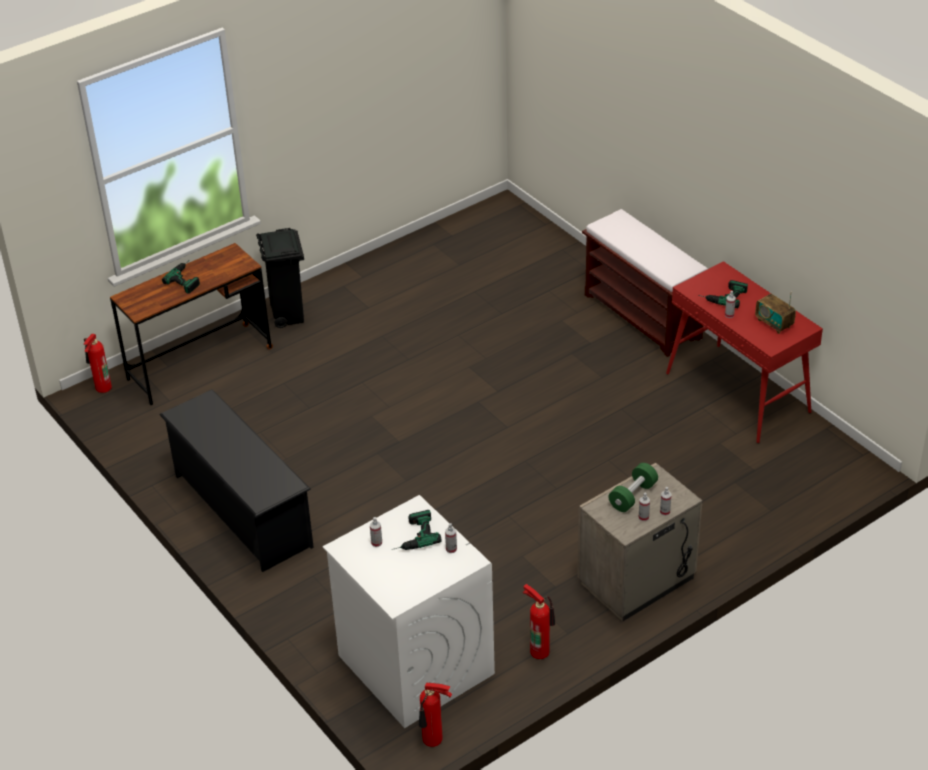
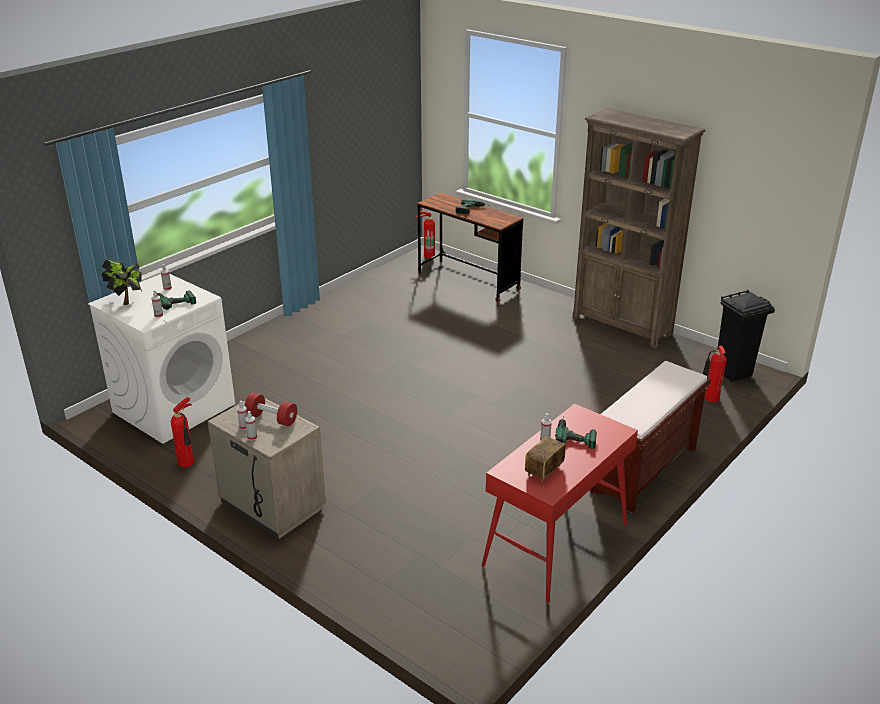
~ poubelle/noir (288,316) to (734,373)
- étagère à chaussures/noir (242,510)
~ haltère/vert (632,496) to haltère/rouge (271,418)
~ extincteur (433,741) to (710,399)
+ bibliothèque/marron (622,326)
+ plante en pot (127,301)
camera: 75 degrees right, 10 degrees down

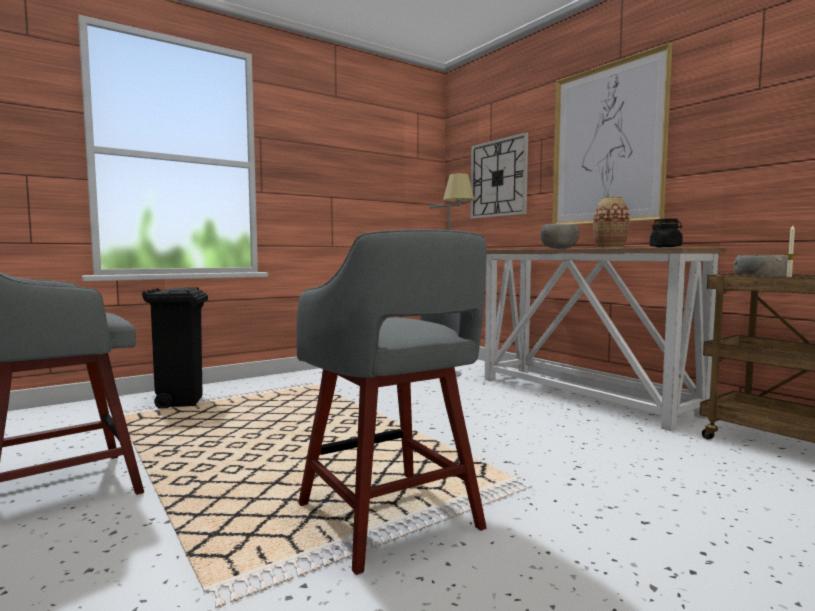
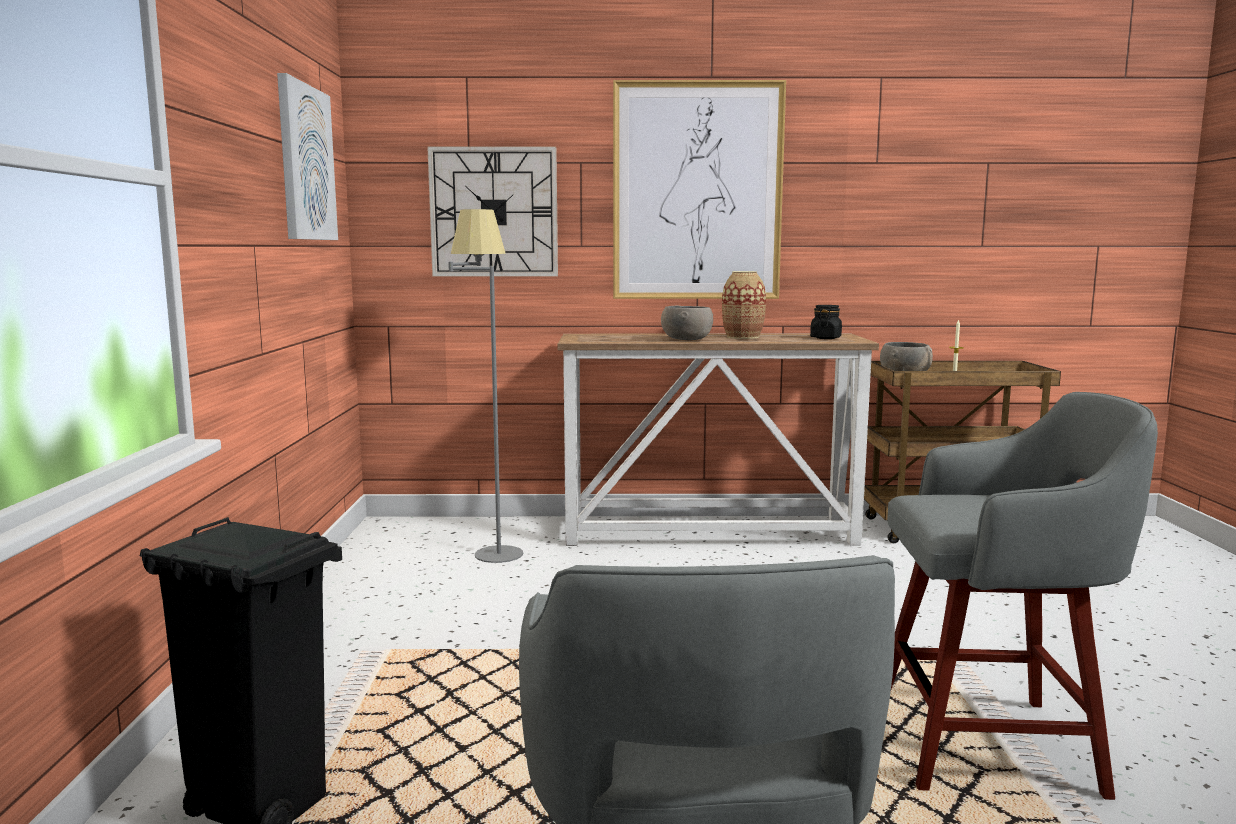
+ tableau (305,163)
camera: 55 degrees left, 5 degrees up

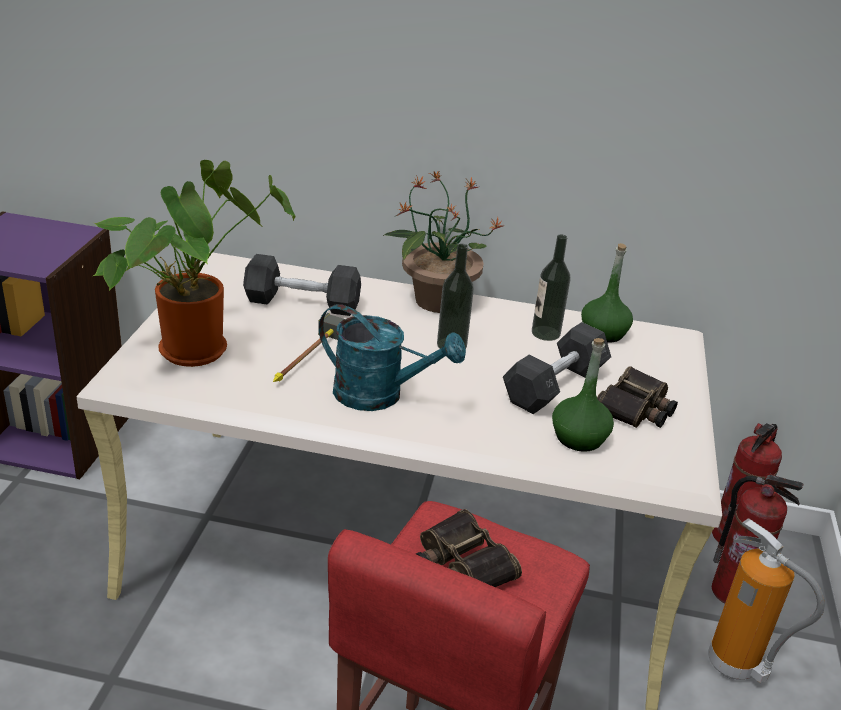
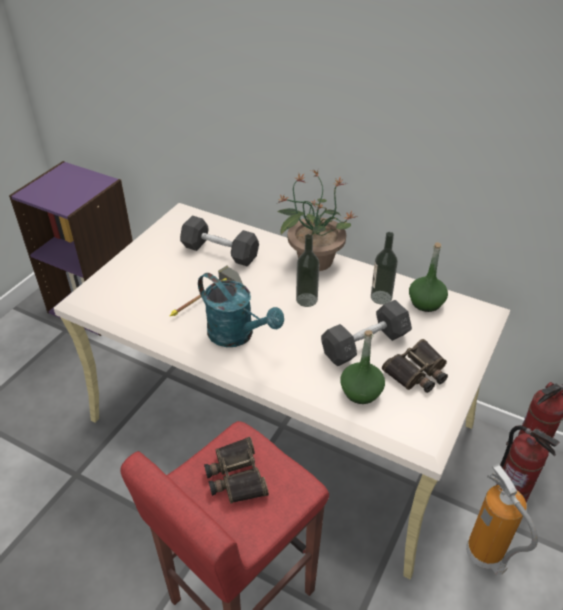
- plante en pot (196,347)
camera: 20 degrees right, 10 degrees up

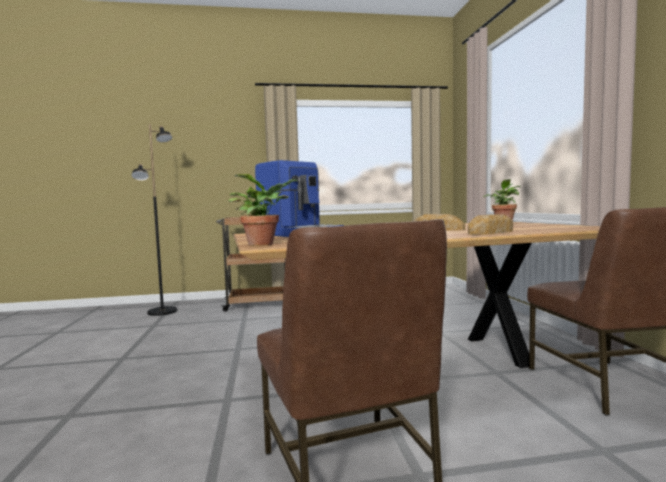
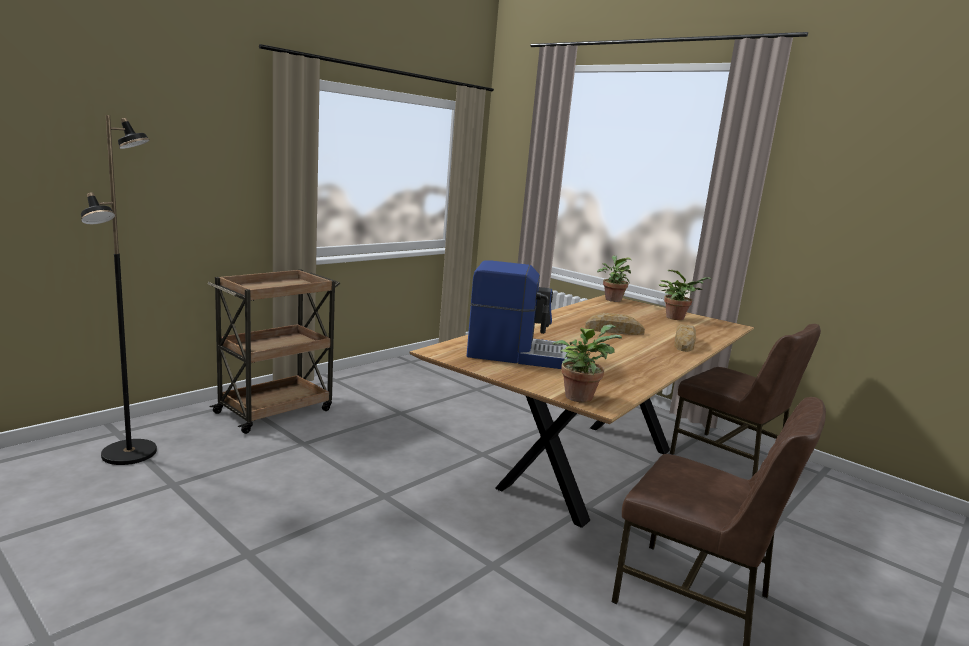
+ plante en pot (677,318)
camera: 40 degrees left, 10 degrees up

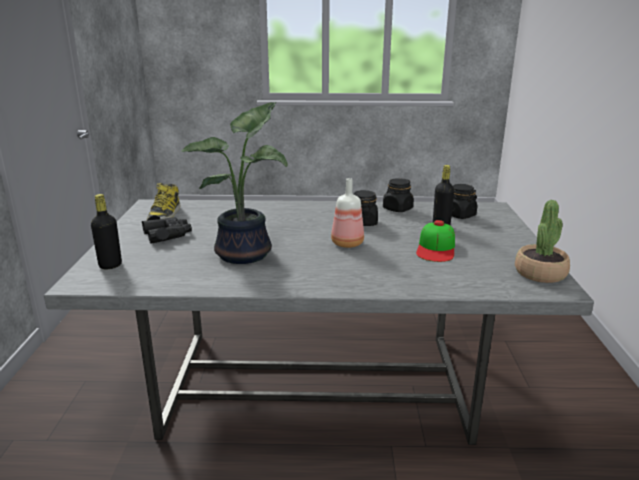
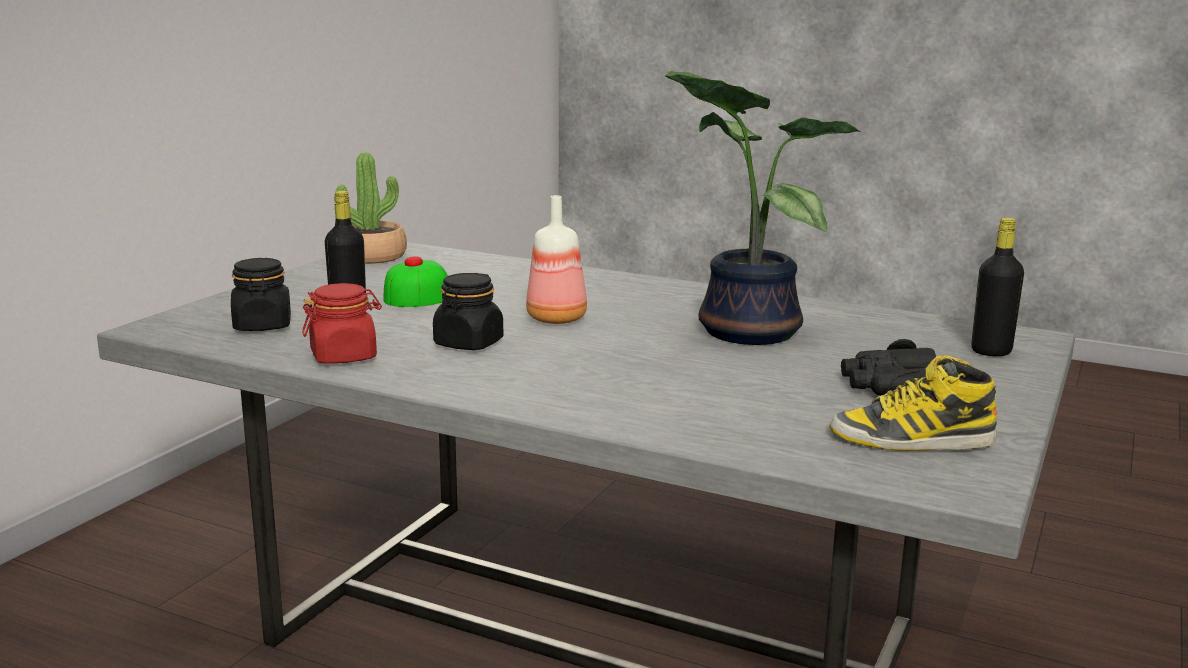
~ bocal/noir (397,209) to bocal/rouge (344,356)
~ botte (165,215) = (912,440) 120 degrees counterclockwise
camera: 155 degrees left, 5 degrees down

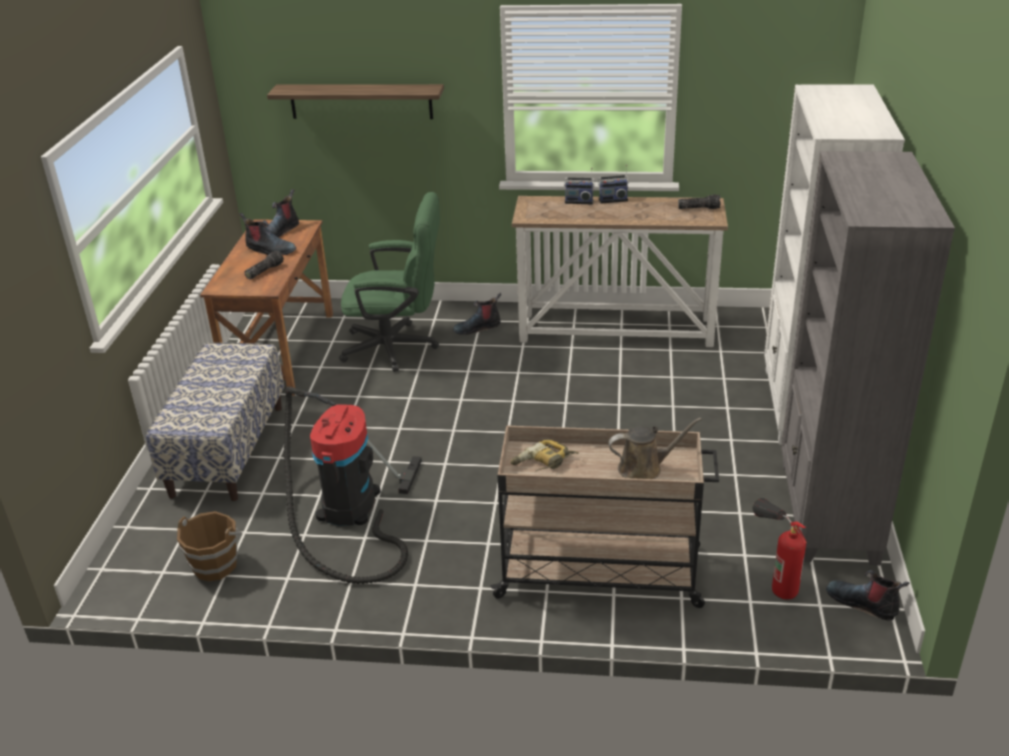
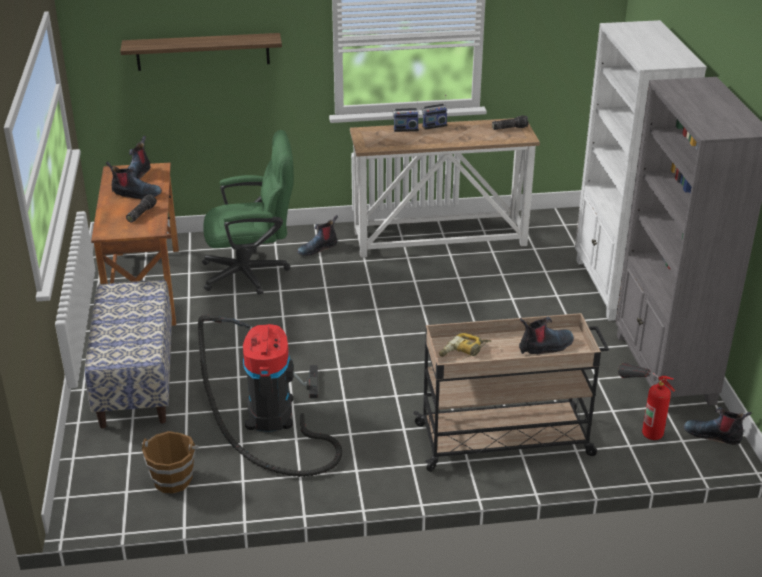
~ arrosoir/marron (644,468) to botte (545,347)
camera: 15 degrees left, 0 degrees up

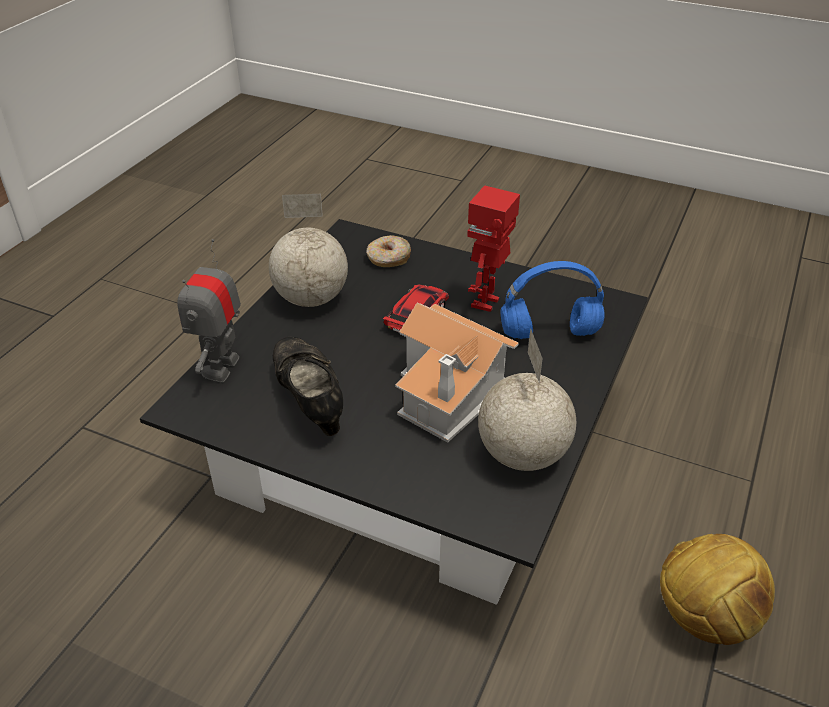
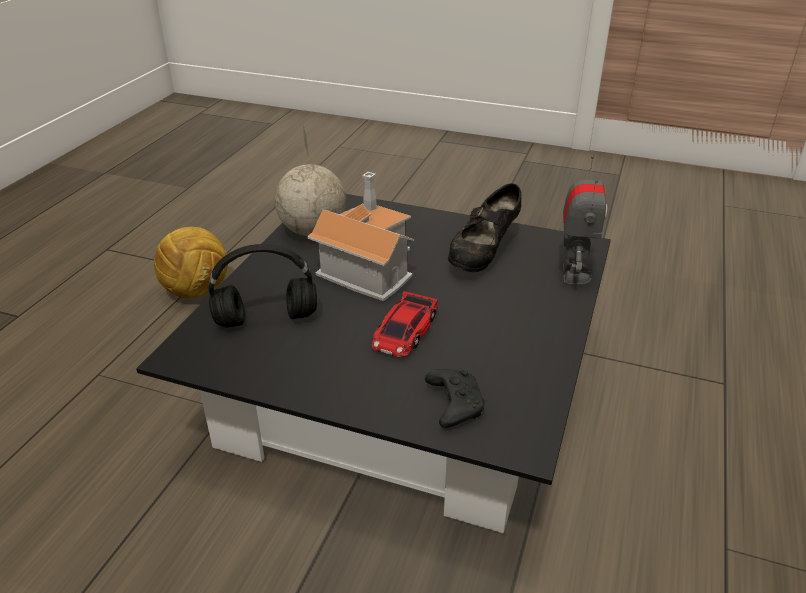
- robot jouet (486,303)
- globe (310,298)
~ beignet (388,258) to manette/noir (453,404)
~ casque audio/bleu (548,334) to casque audio/noir (268,318)
~ chaussure/noir (310,401) = (483,254) 60 degrees clockwise
camera: 175 degrees right, 5 degrees down

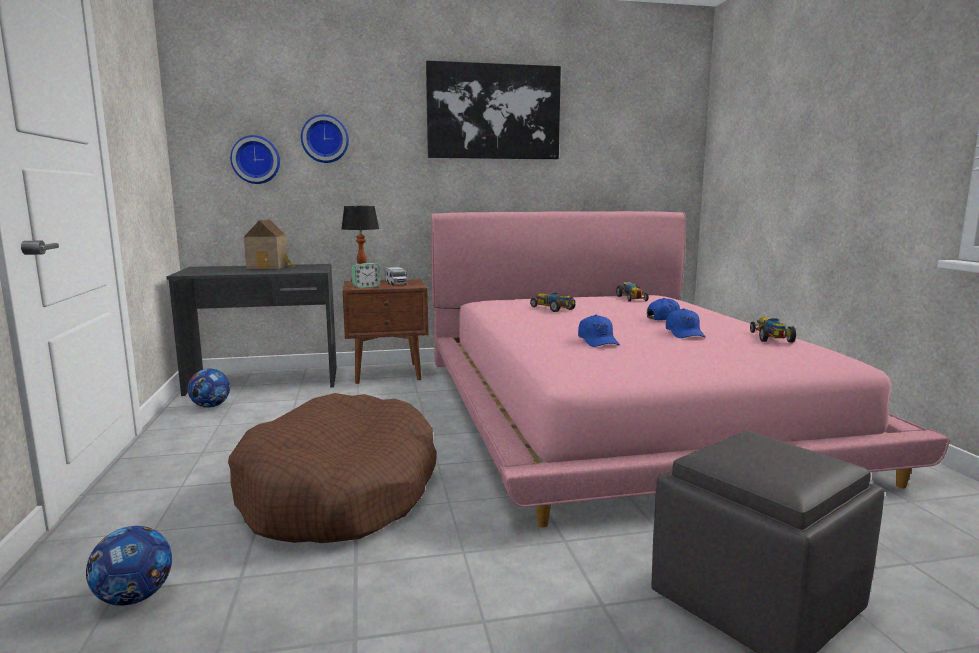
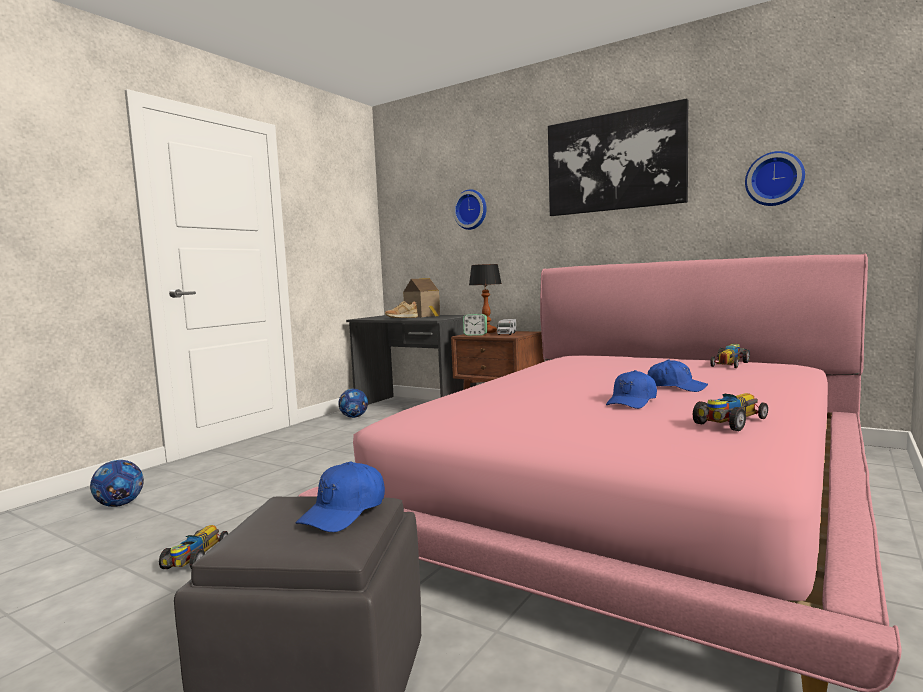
~ horloge murale (256,160) to (774,179)
~ petite voiture (553,308) to (194,558)
~ casquette/bleu (597,341) to (344,512)
- panier pour chien/marron (340,492)
+ chaussure/beige (401,318)
camera: 45 degrees right, 5 degrees down

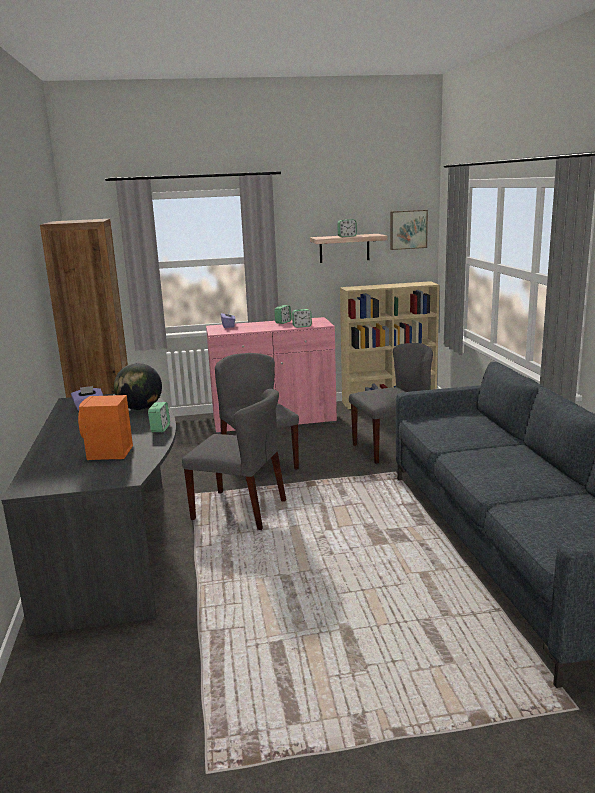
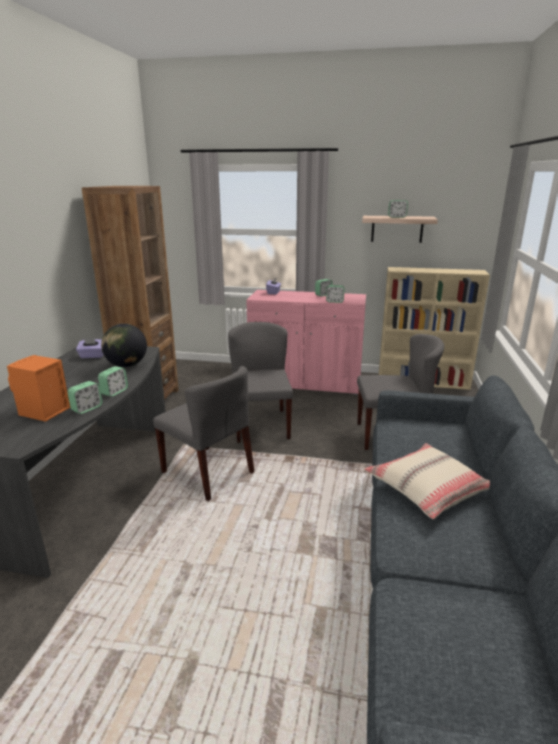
- tableau (408,229)
+ réveil (87,408)
+ coussin/beige (427,489)
camera: 20 degrees right, 5 degrees up

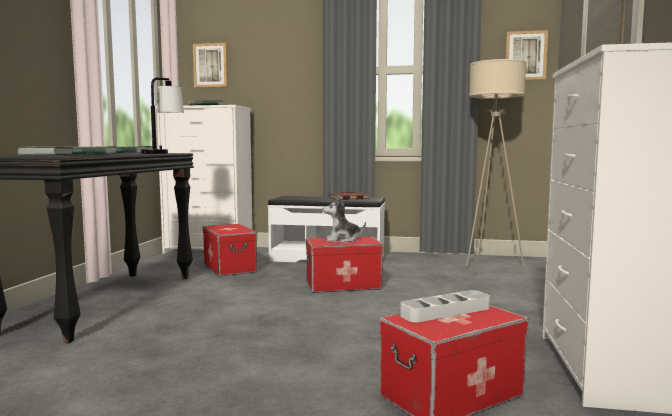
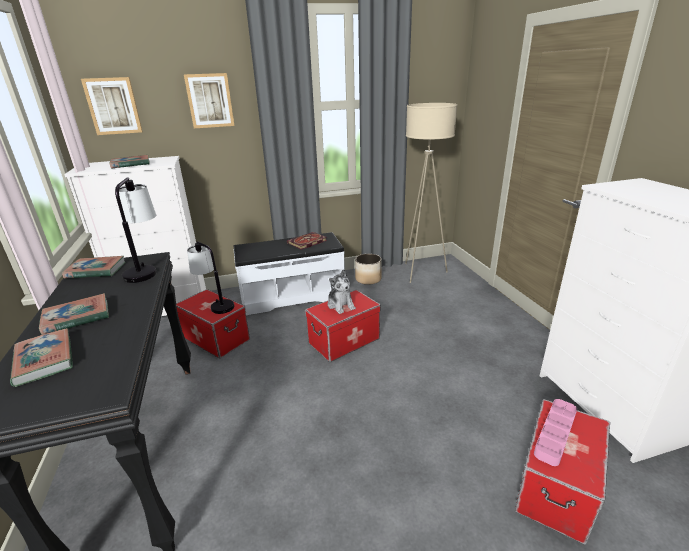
~ tableau (525,56) to (210,100)
~ peluche (342,240) = (341,305) 90 degrees counterclockwise
~ plateau/gris (445,311) to plateau/rose (555,434)
+ lampe de table (215,305)
+ cache-pot (368,279)
camera: 25 degrees left, 20 degrees up

